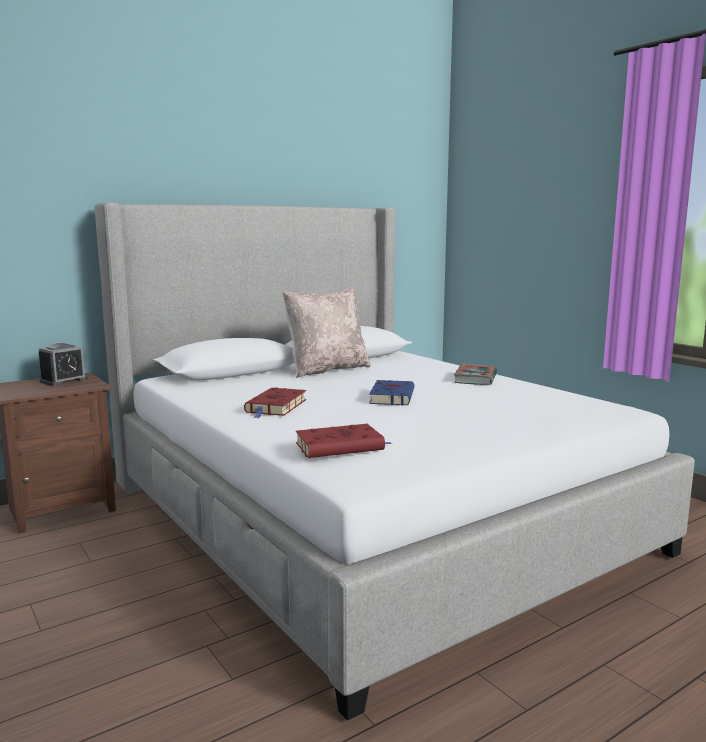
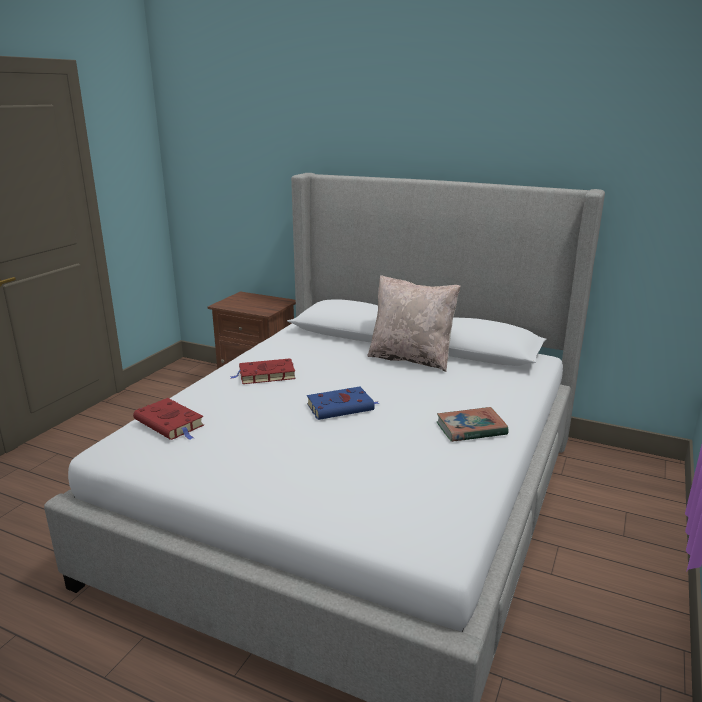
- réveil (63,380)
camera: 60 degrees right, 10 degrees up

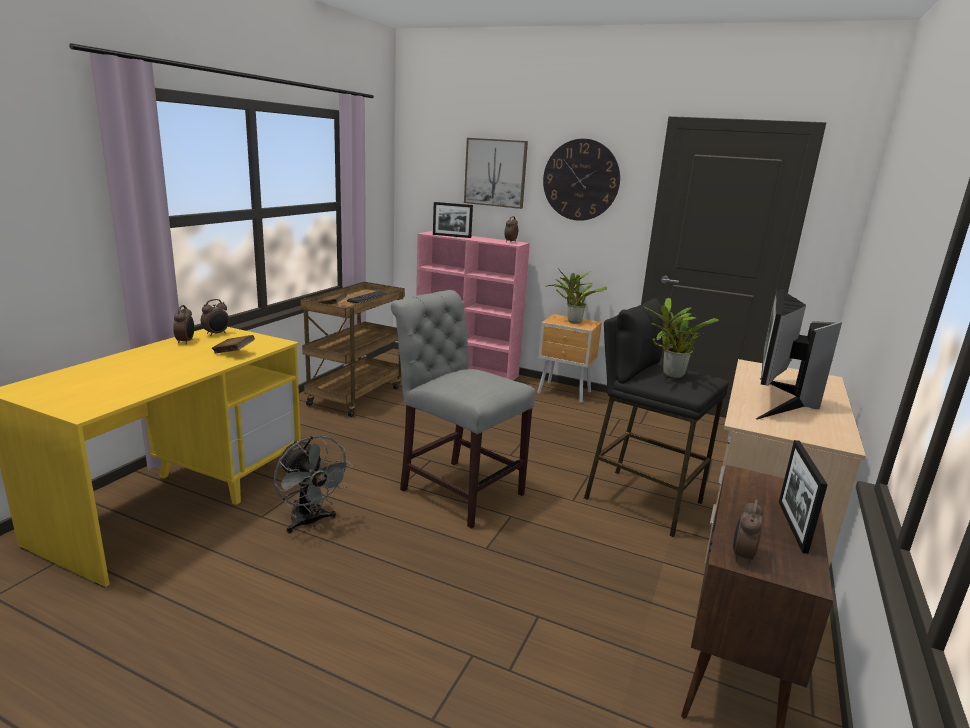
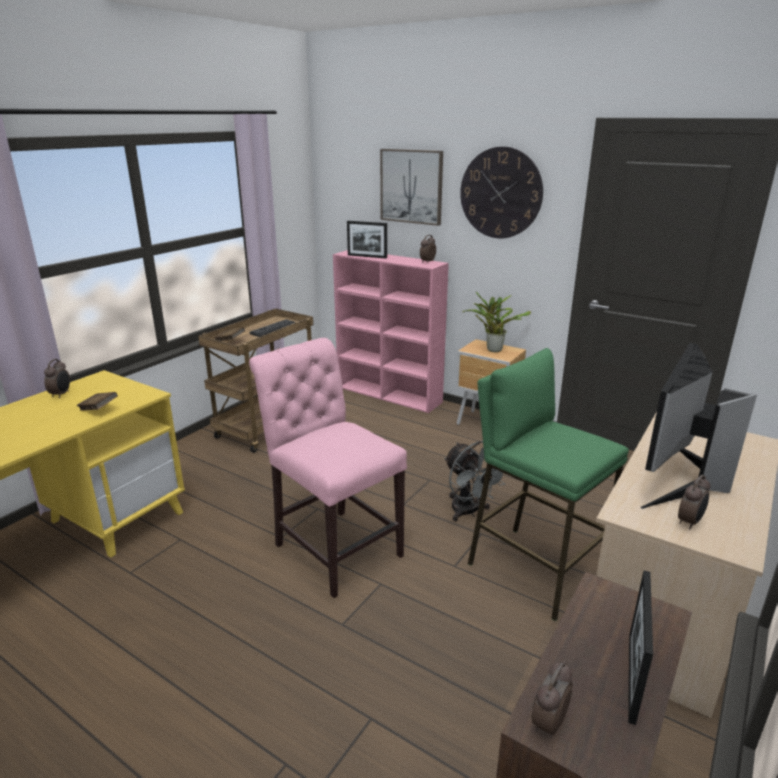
~ chaise/gris (457,489) to chaise/rose (334,546)
~ tabouret/noir (642,500) to tabouret/vert (533,569)
- plante en pot (670,375)
~ réveil (216,334) to (690,522)
~ ventilateur/gris (310,522) to (469,512)
camera: 10 degrees right, 5 degrees up

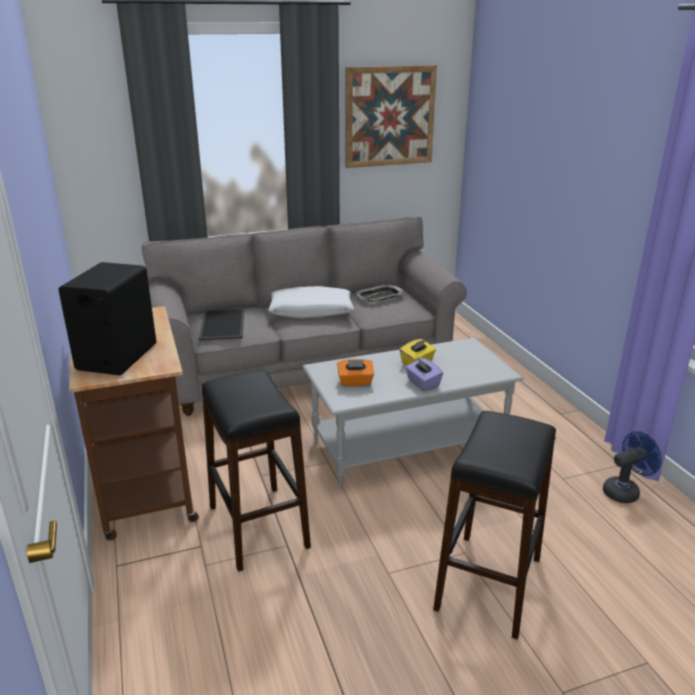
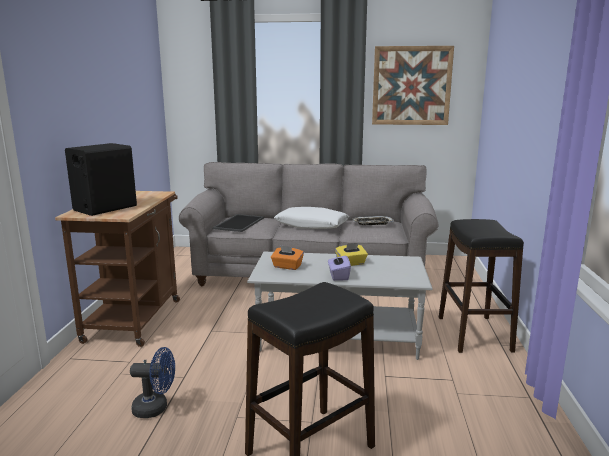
~ tabouret/noir (258,527) to (474,334)
~ ventilateur/bleu (625,491) to (156,408)
camera: 25 degrees right, 10 degrees down

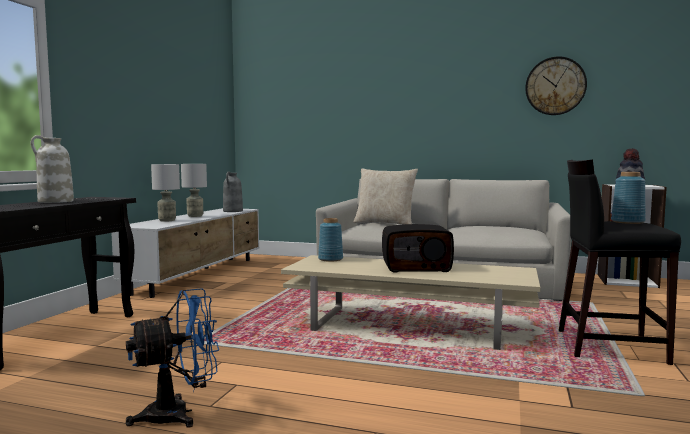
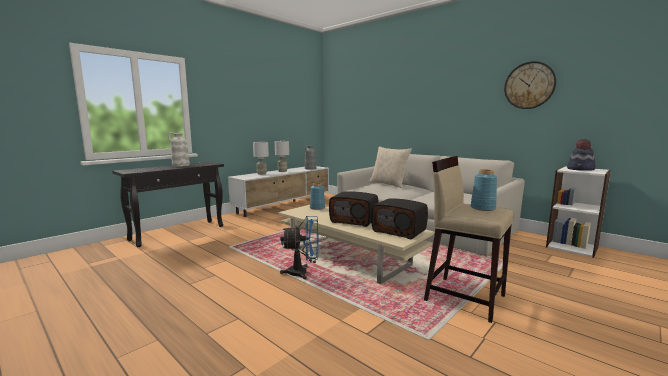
~ tabouret/noir (609,346) to tabouret/beige (464,297)
~ ventilateur/bleu (179,414) to (303,273)
+ radio (399,231)
camera: 25 degrees right, 5 degrees up

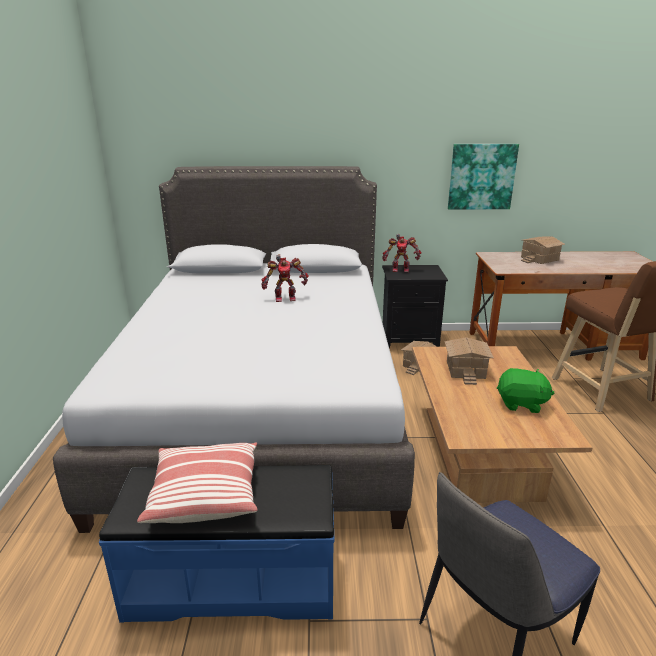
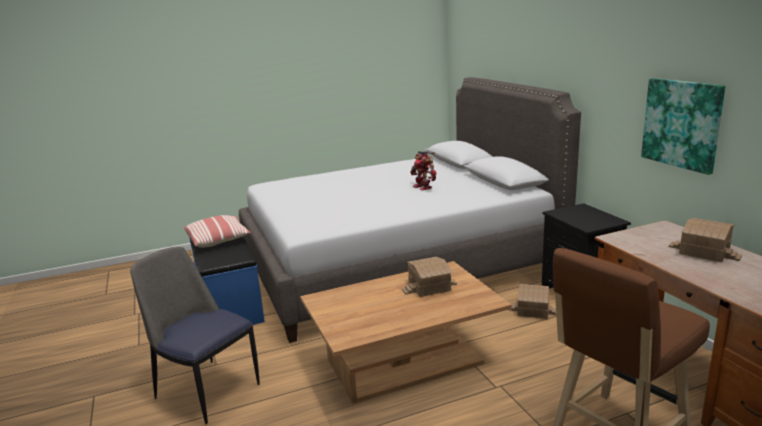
- robot jouet (400,269)
- peluche/vert (521,404)
camera: 70 degrees right, 5 degrees down

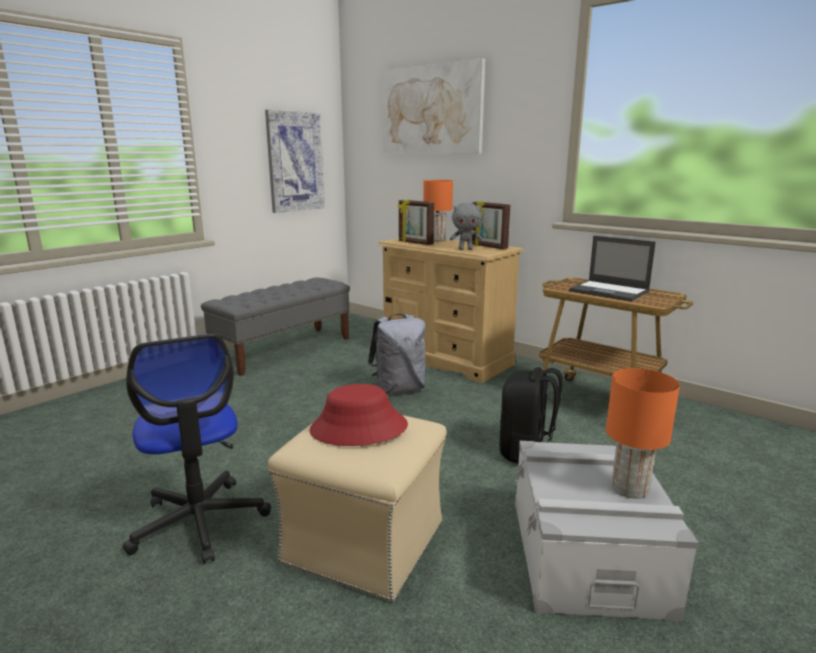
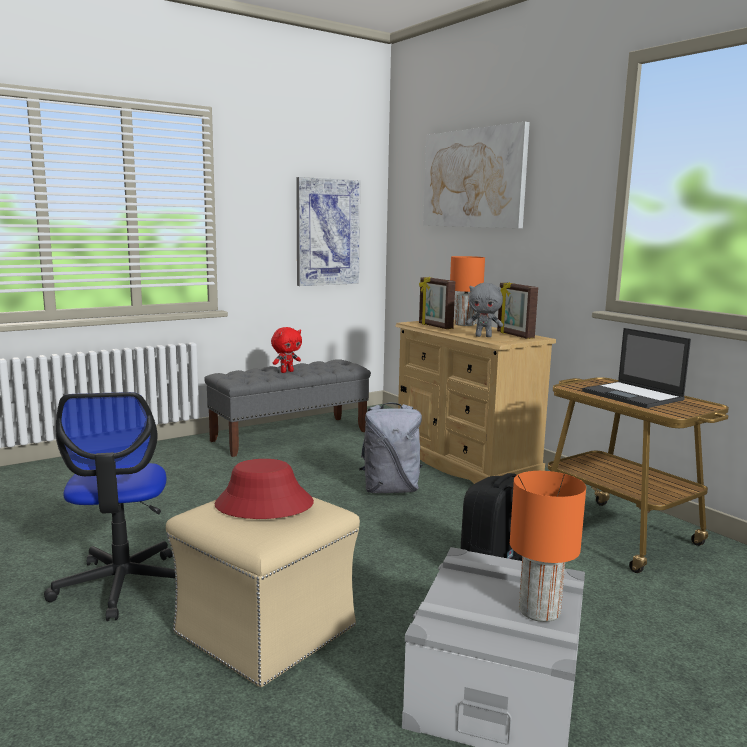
+ peluche/rouge (286,371)
camera: 15 degrees right, 5 degrees down

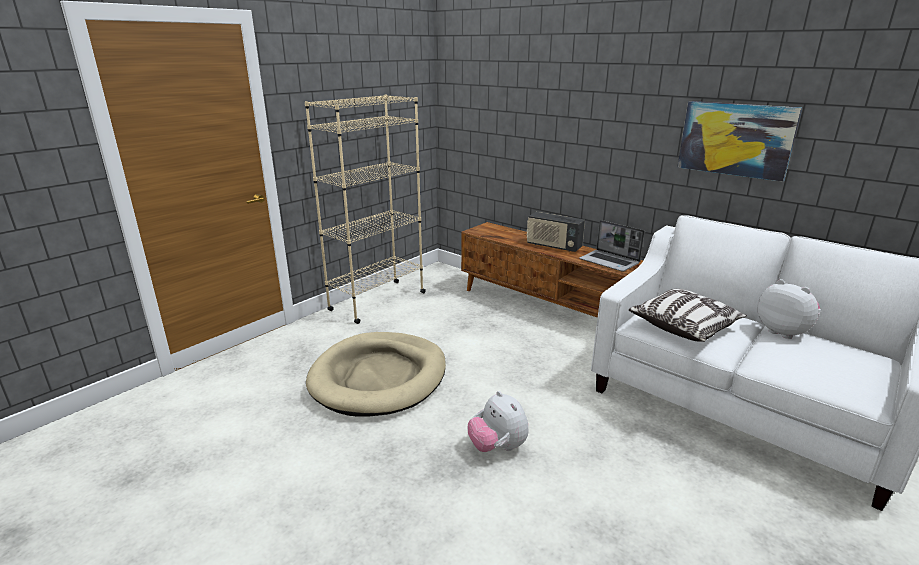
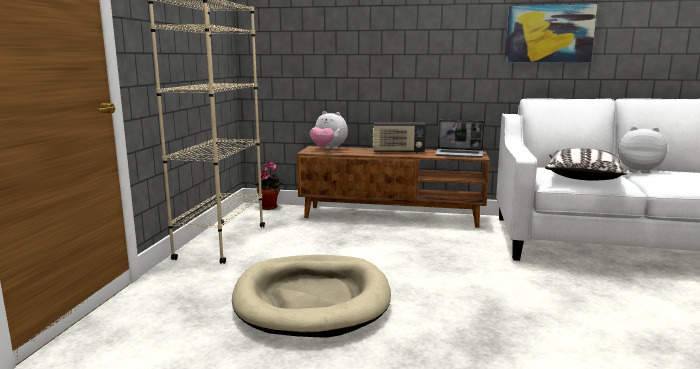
~ peluche (497,447) to (328,149)
+ plante en pot (270,207)
camera: 30 degrees left, 10 degrees down

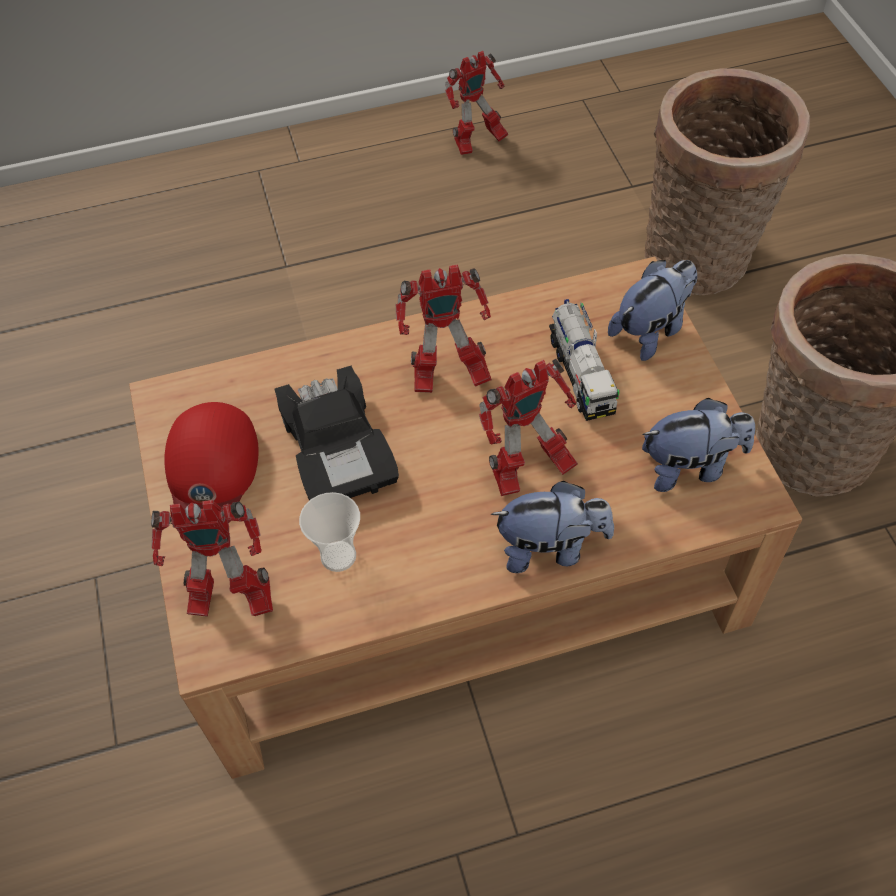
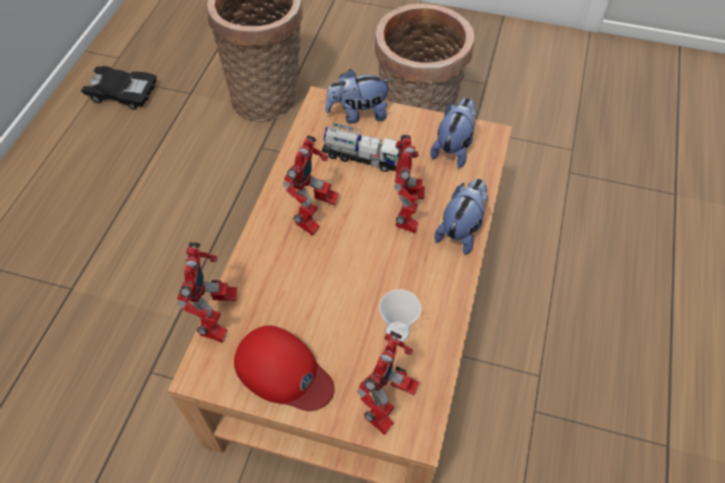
~ robot jouet (477,143) to (218,319)
~ peluche (651,330) = (358,114) 90 degrees counterclockwise
~ petite voiture/noir (337,449) to (123,93)
camera: 60 degrees left, 0 degrees up

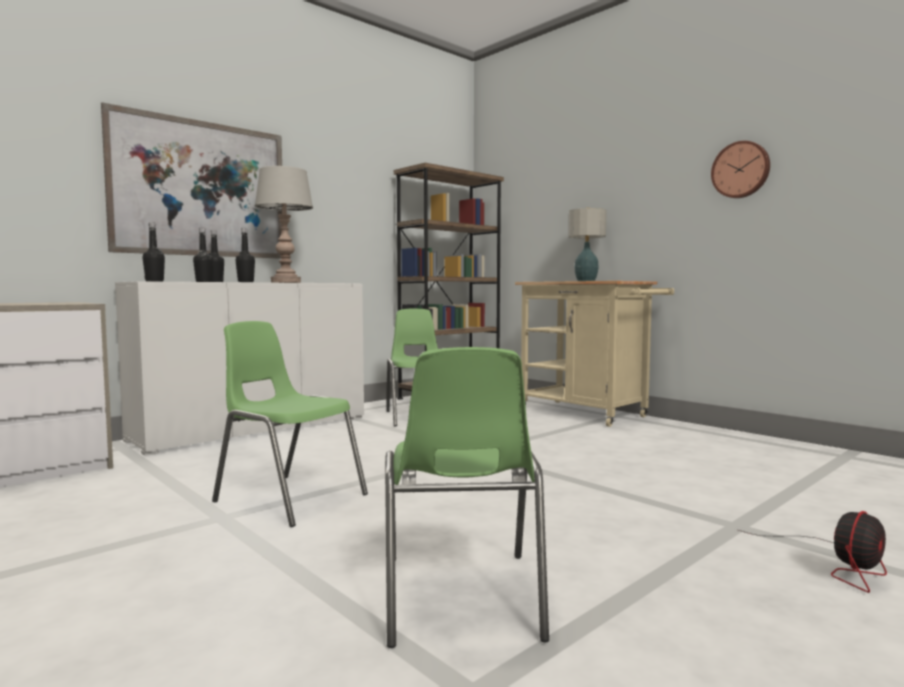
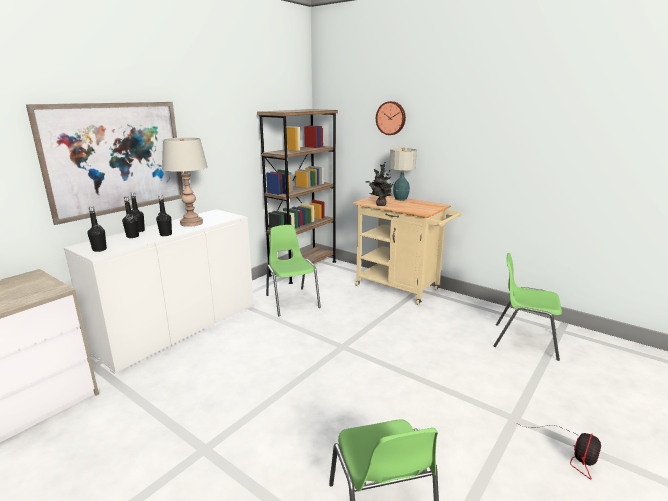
~ horloge murale (741,170) to (391,118)
~ chaise/vert (289,498) to (523,340)
+ plante en pot (380,205)
camera: 10 degrees left, 15 degrees up

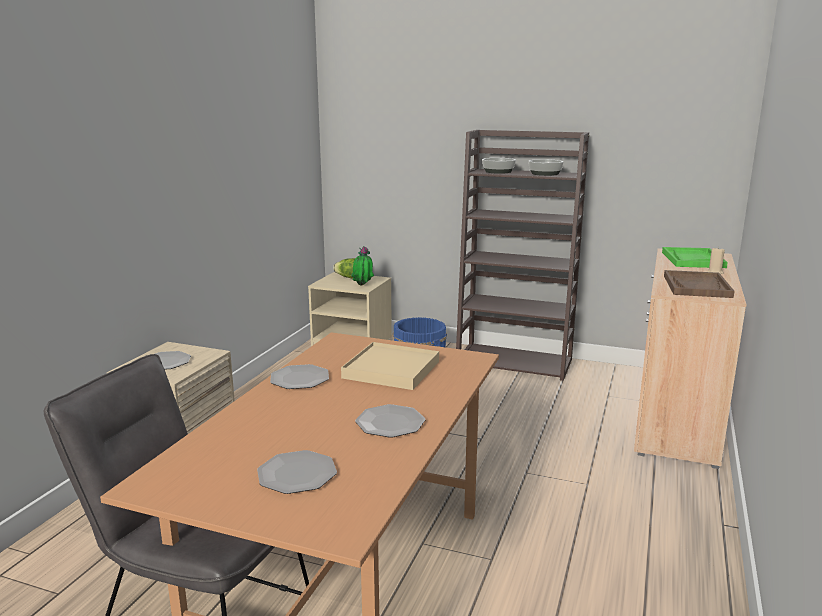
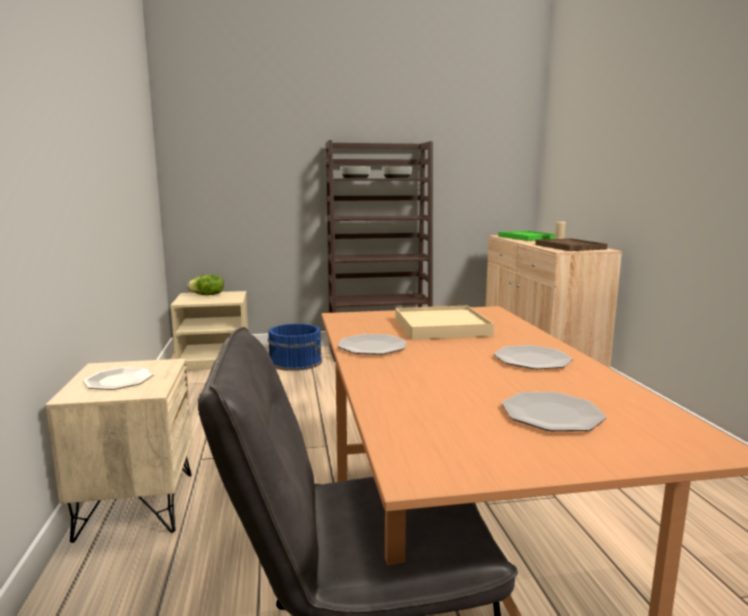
- plante en pot (362,286)
camera: 30 degrees left, 5 degrees down

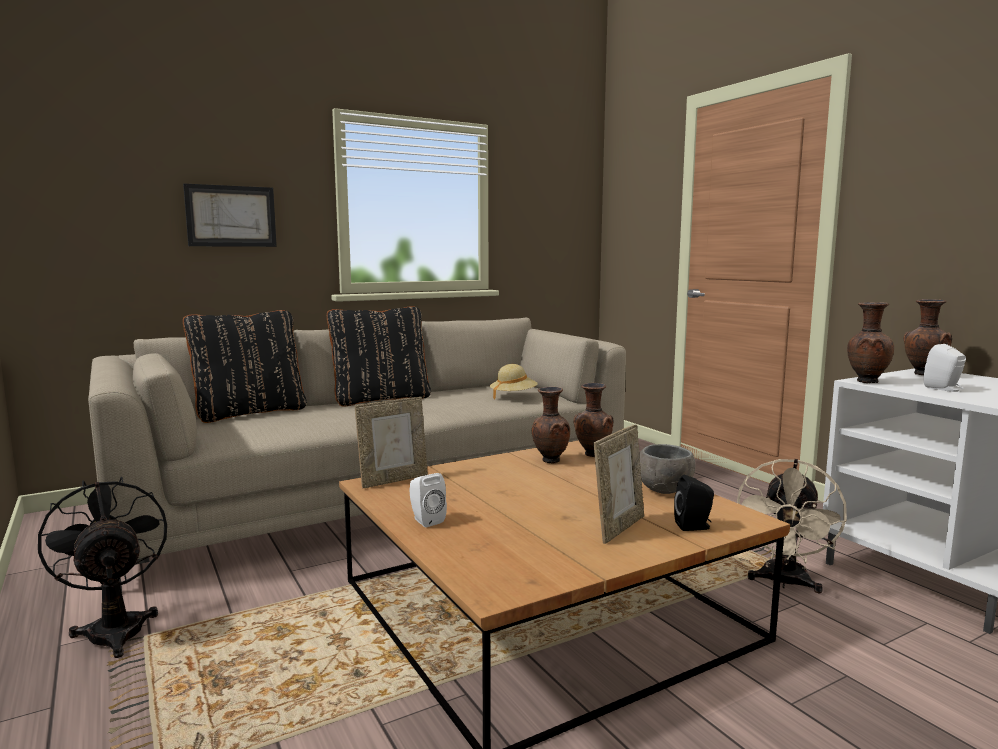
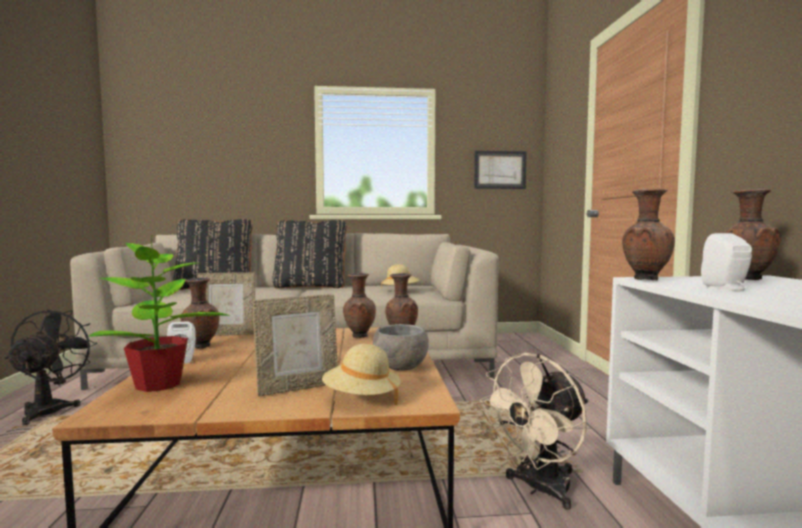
~ tableau (231,216) to (500,170)
~ enceinte/noir (694,526) to chapeau/beige (361,398)
+ plante en pot (159,384)
+ vase/marron (200,346)
camera: 25 degrees right, 5 degrees down

